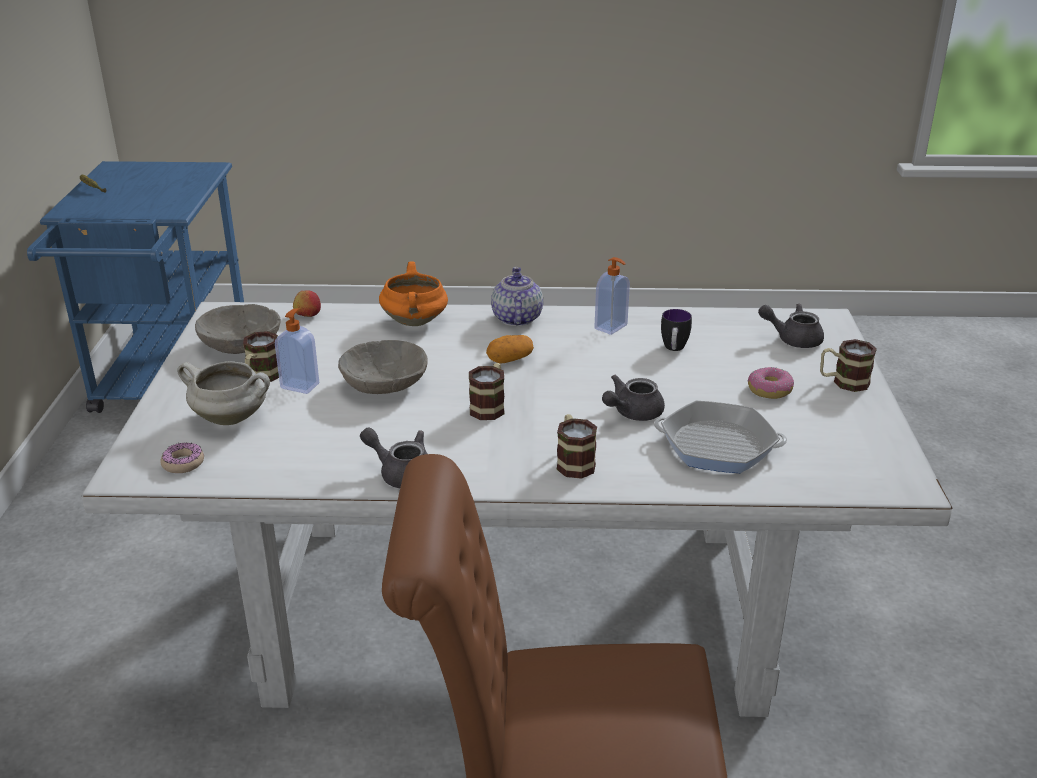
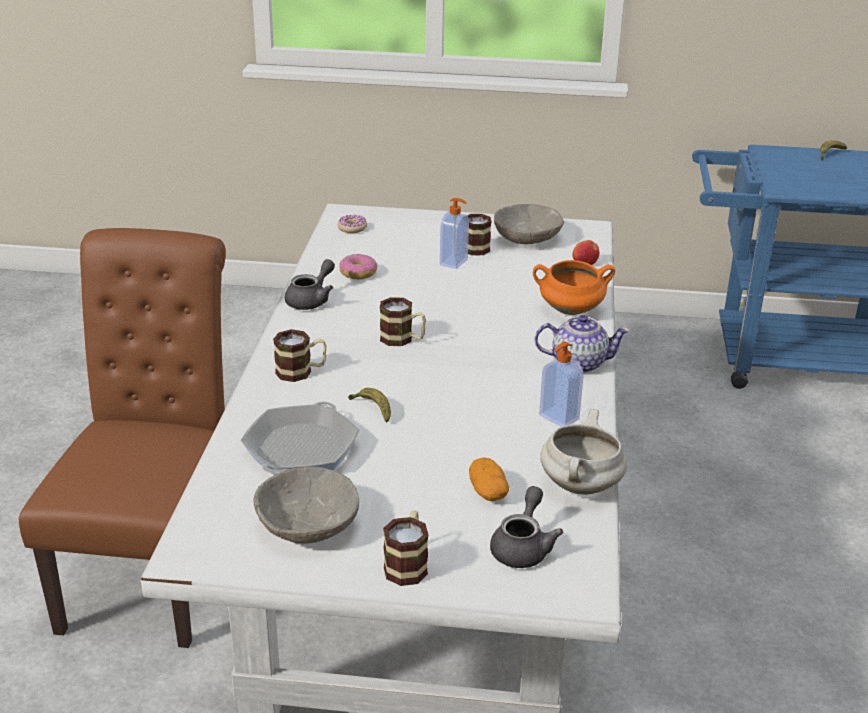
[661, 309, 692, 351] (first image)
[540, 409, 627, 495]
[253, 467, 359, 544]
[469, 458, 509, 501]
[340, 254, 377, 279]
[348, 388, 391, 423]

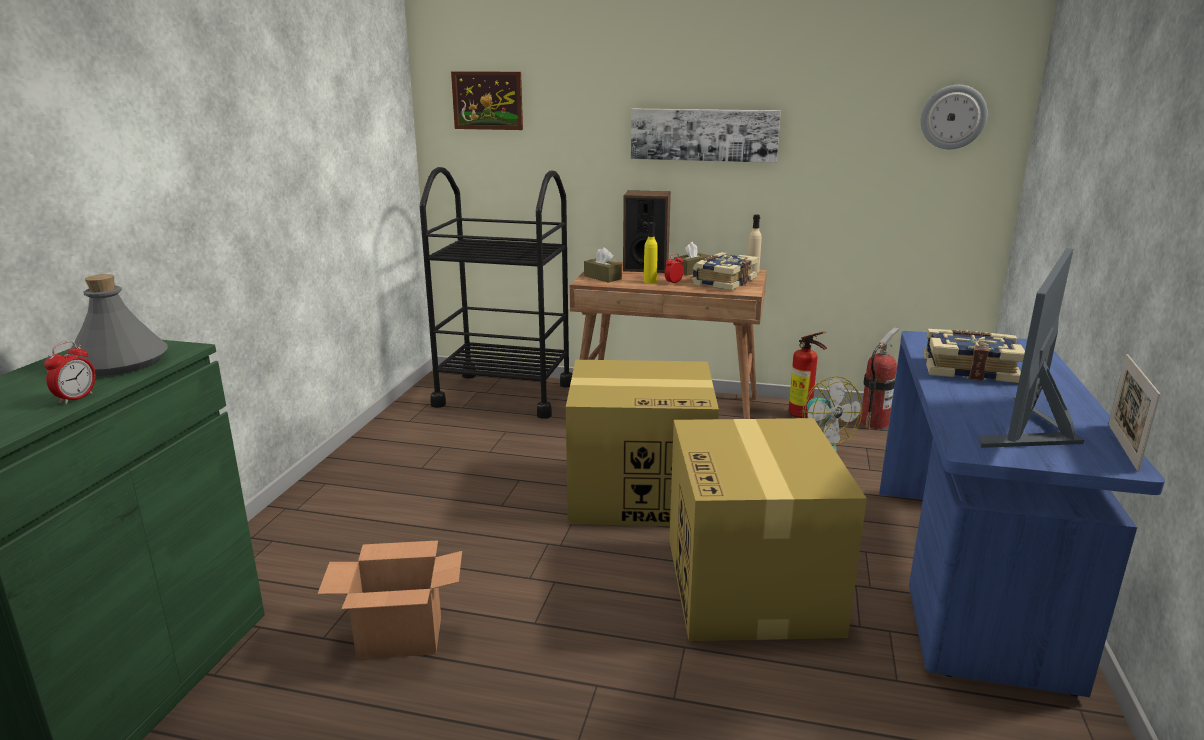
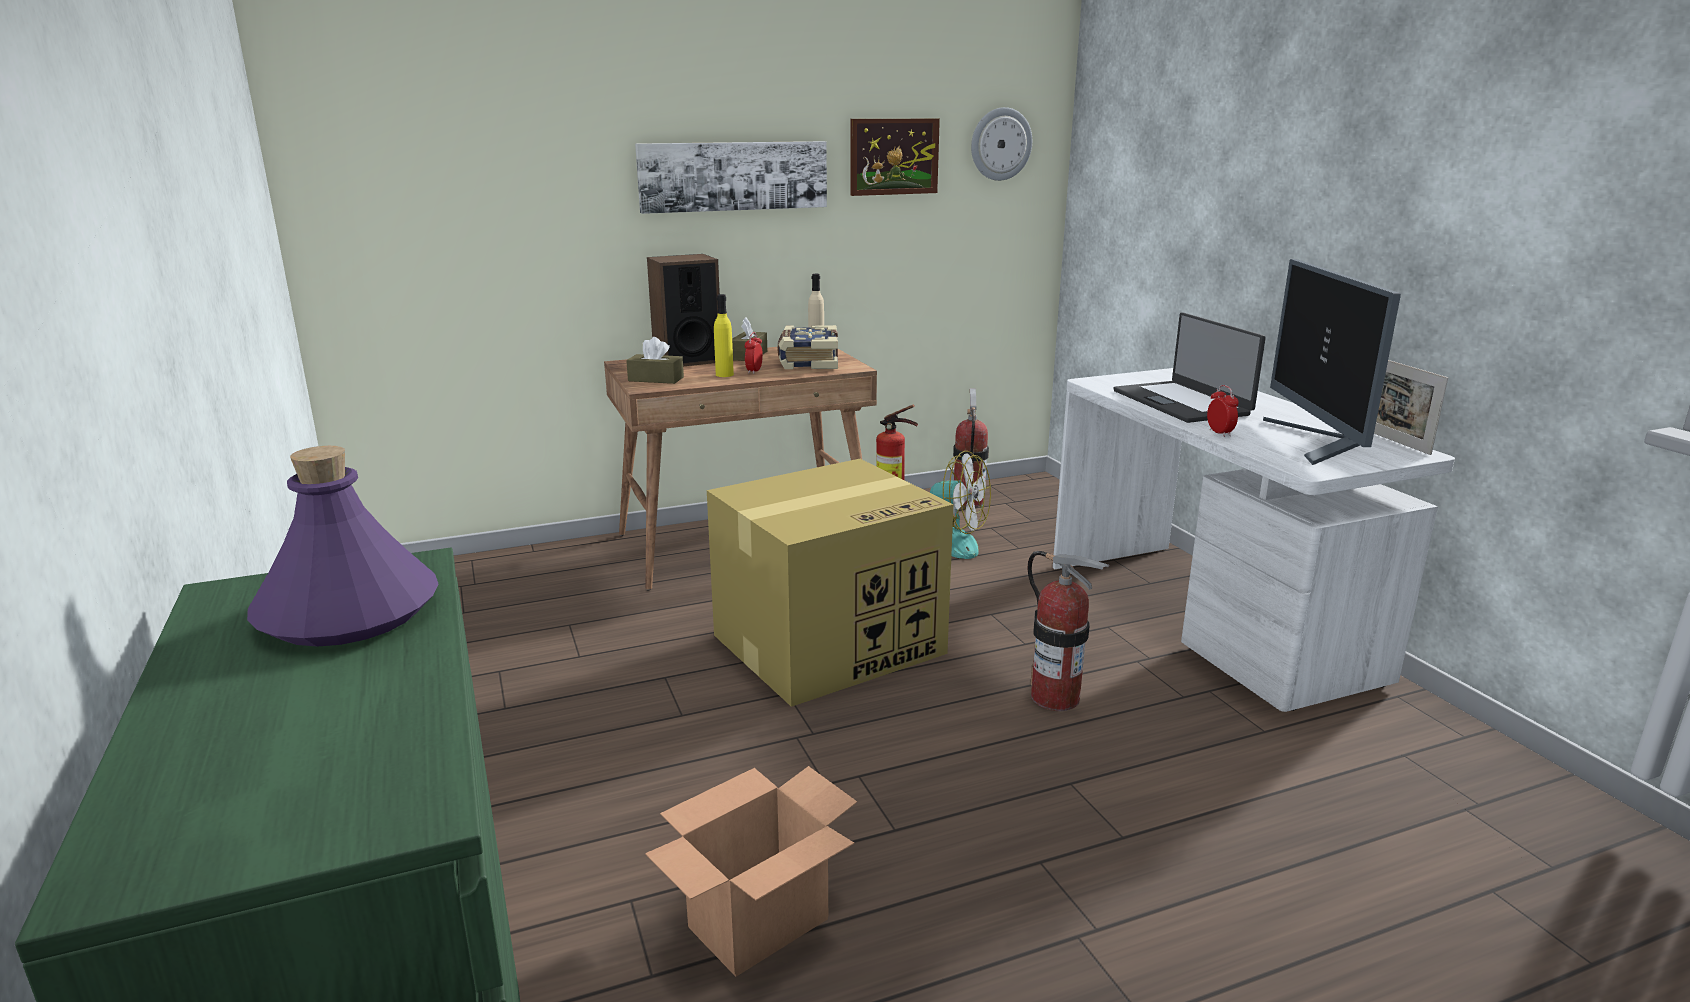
[420, 167, 573, 419] (first image)
[1207, 385, 1239, 437]
[850, 119, 940, 196]
[1027, 551, 1110, 711]
[1114, 312, 1266, 423]
[247, 446, 439, 647]
[1053, 368, 1455, 712]

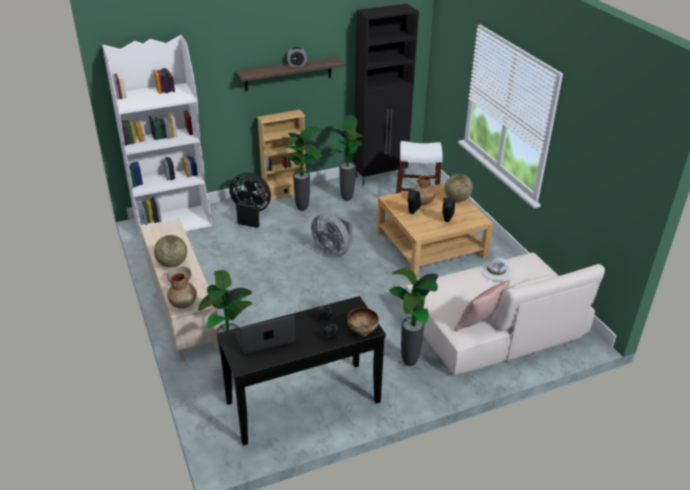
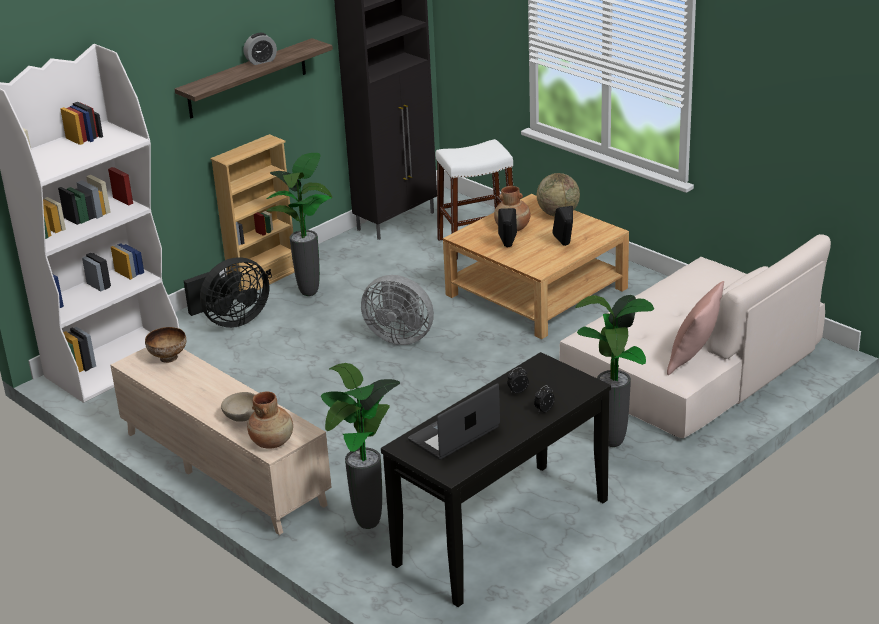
[154, 235, 187, 268] (first image)
[328, 115, 364, 201] (first image)
[480, 257, 513, 281] (first image)
[145, 327, 186, 363]
[184, 257, 269, 328]

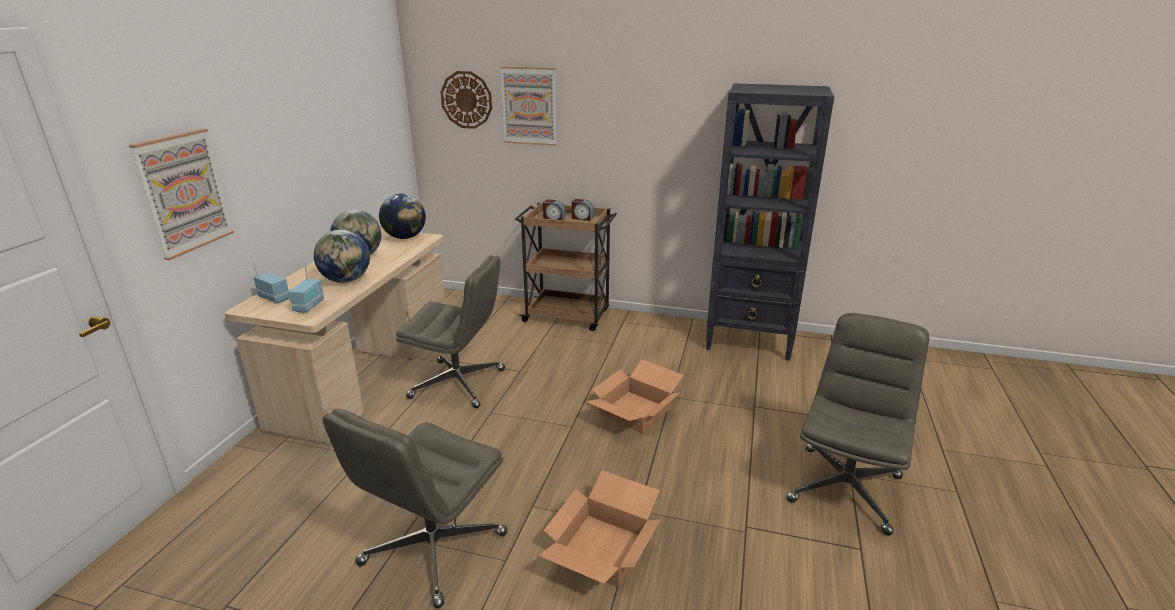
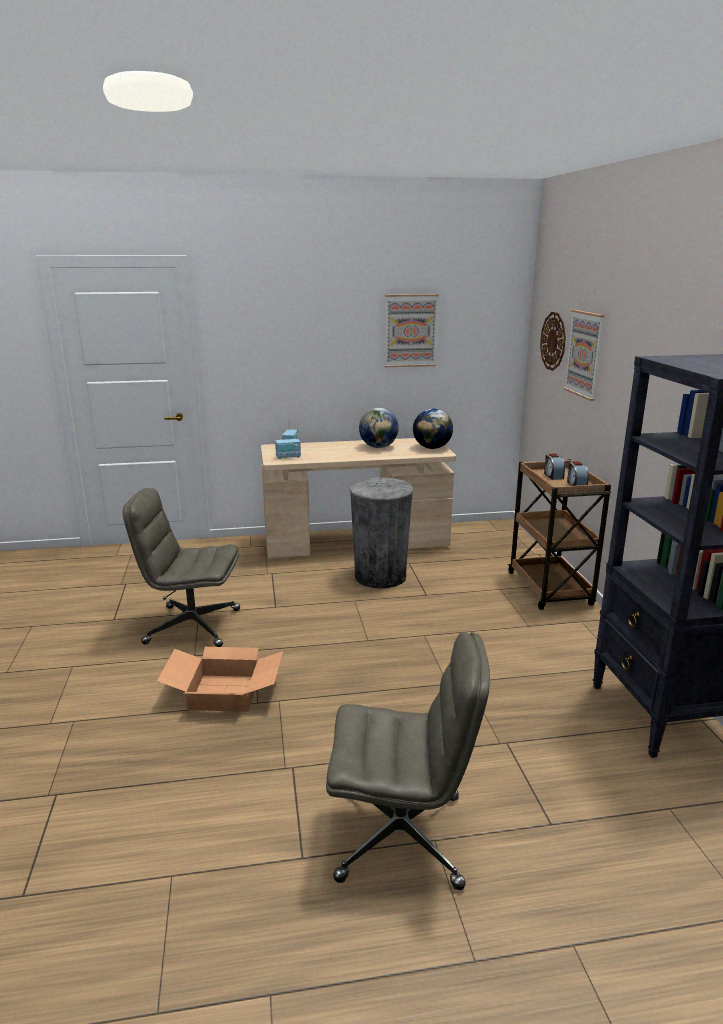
[314, 230, 370, 283] (first image)
[585, 360, 684, 433] (first image)
[385, 294, 439, 367]
[349, 478, 414, 588]

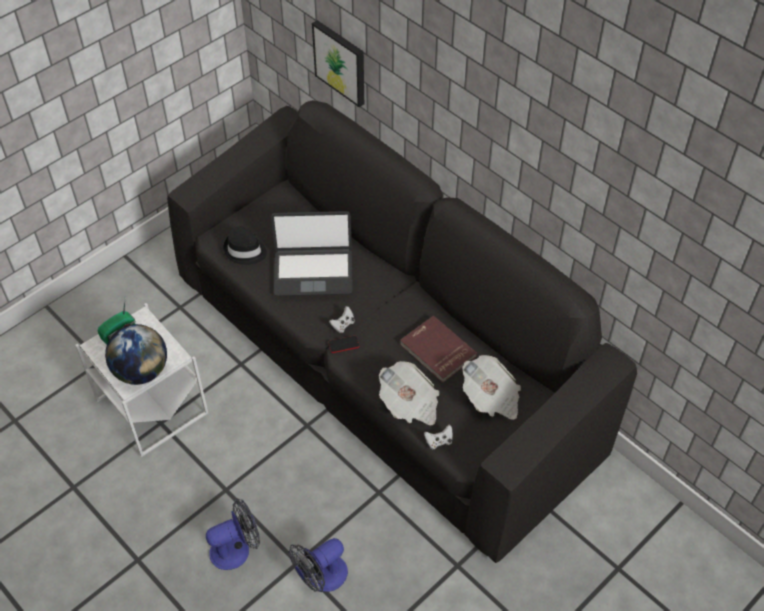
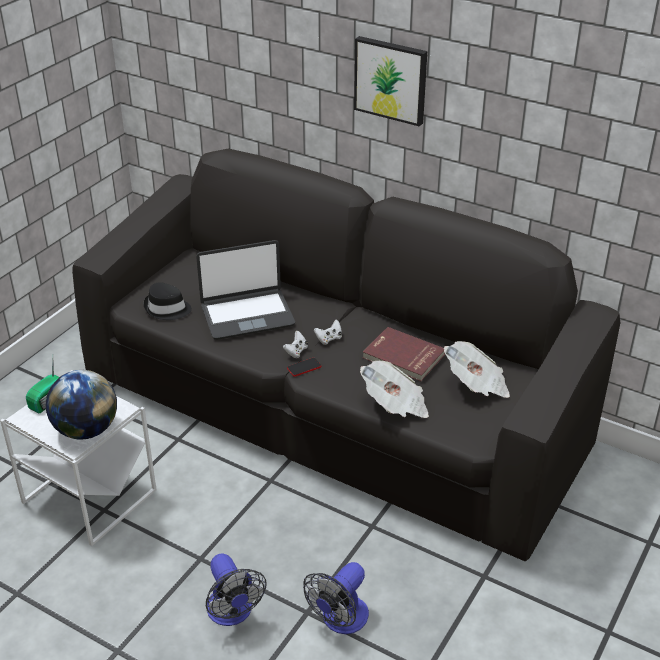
[354, 36, 427, 126]
[314, 320, 342, 345]
[206, 553, 267, 626]

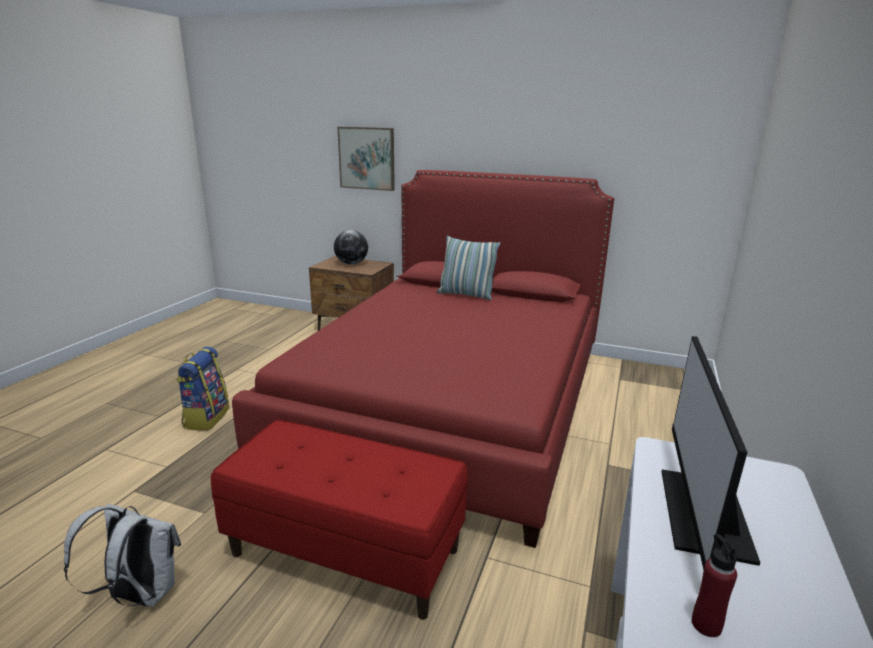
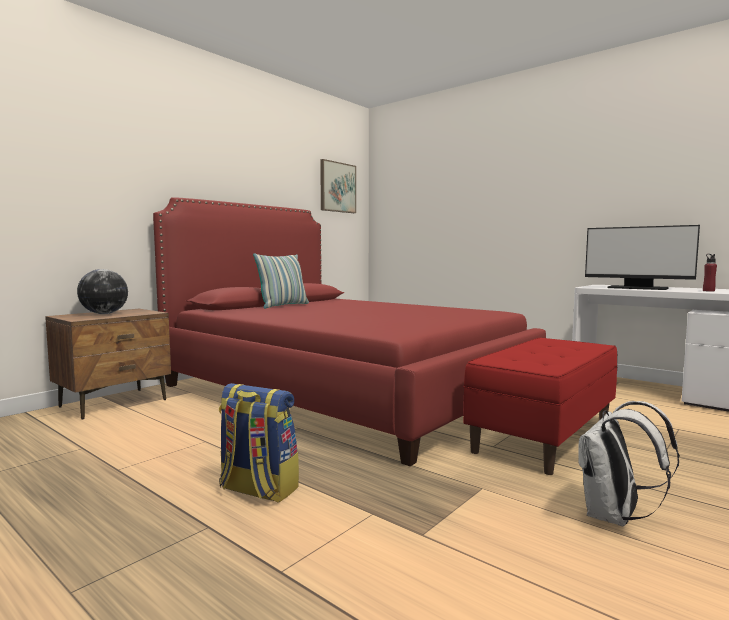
[320, 159, 356, 213]

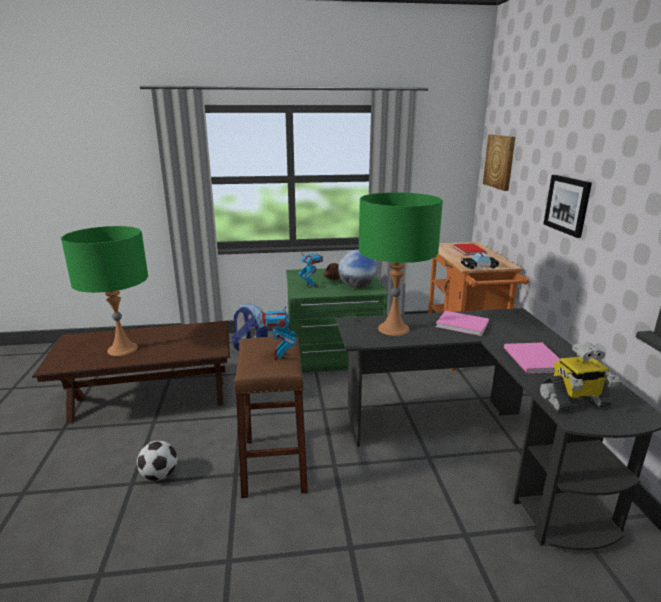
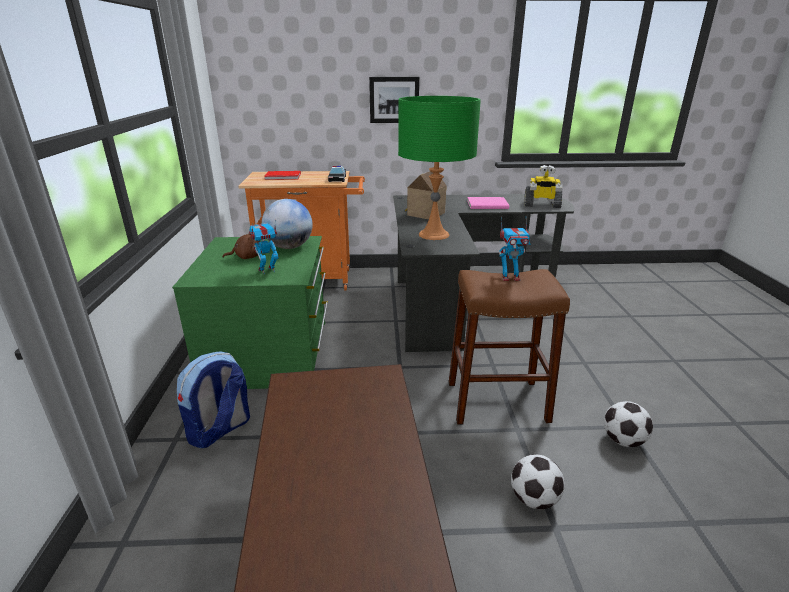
[61, 226, 148, 356] (first image)
[483, 135, 515, 191] (first image)
[604, 401, 653, 447]
[405, 171, 447, 219]
[524, 165, 562, 208]

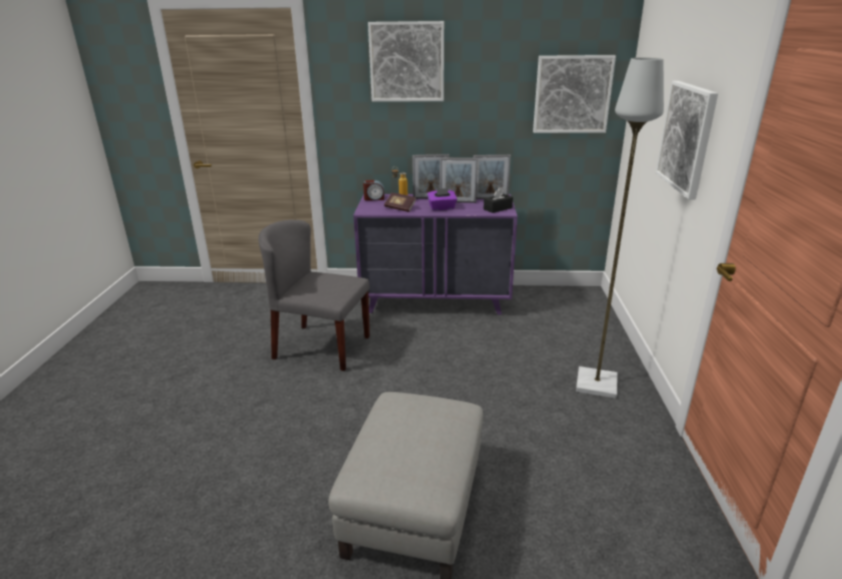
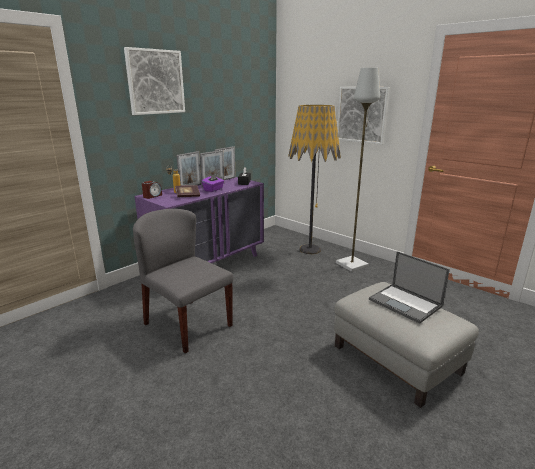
[533, 55, 616, 133] (first image)
[288, 105, 341, 254]
[369, 251, 450, 324]
[133, 209, 233, 354]

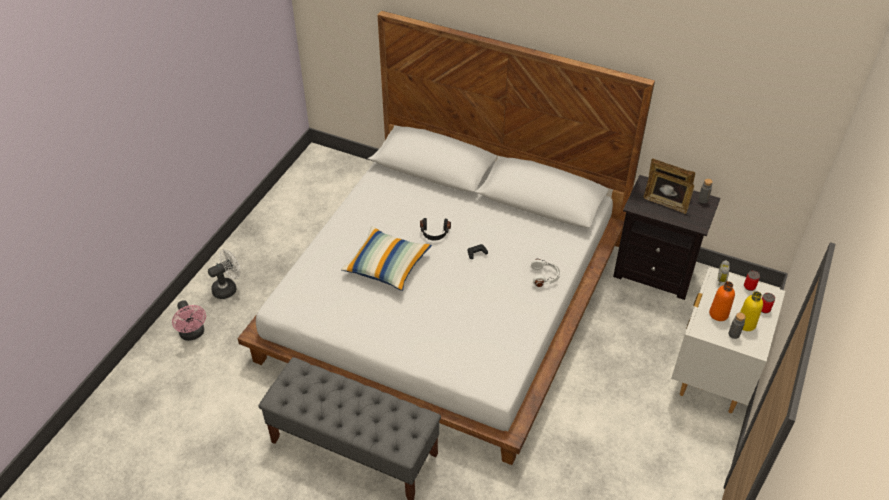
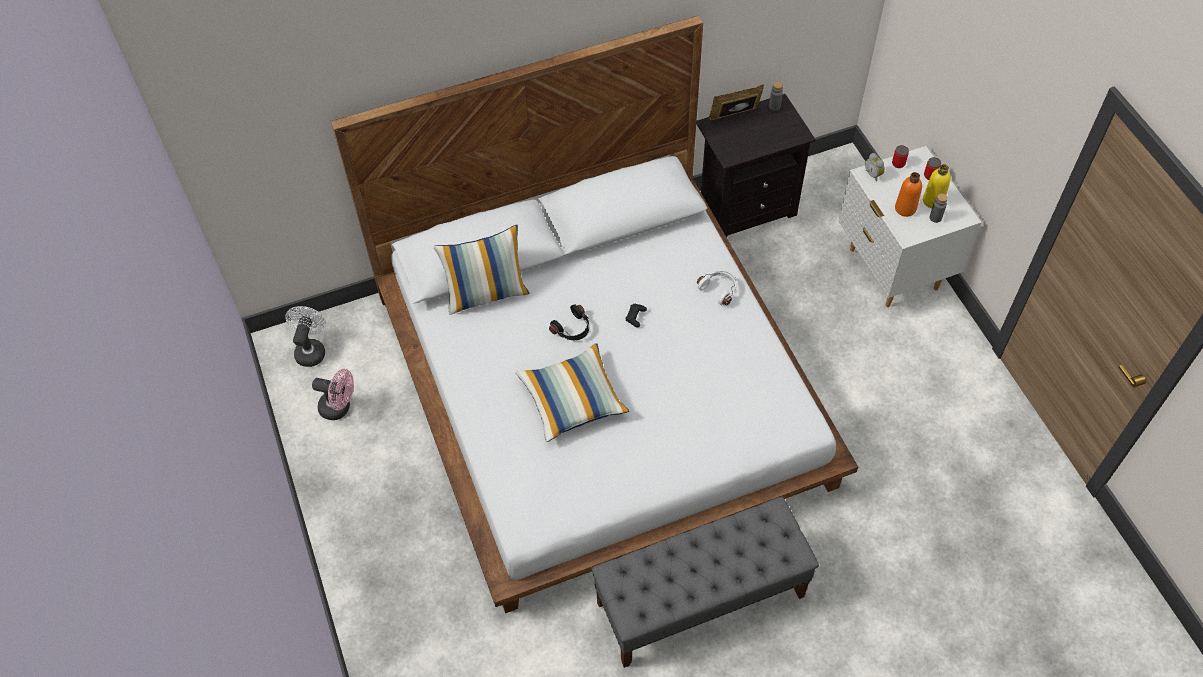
[644, 170, 694, 214] (first image)
[433, 225, 530, 315]
[312, 369, 354, 420]
[285, 306, 326, 367]

